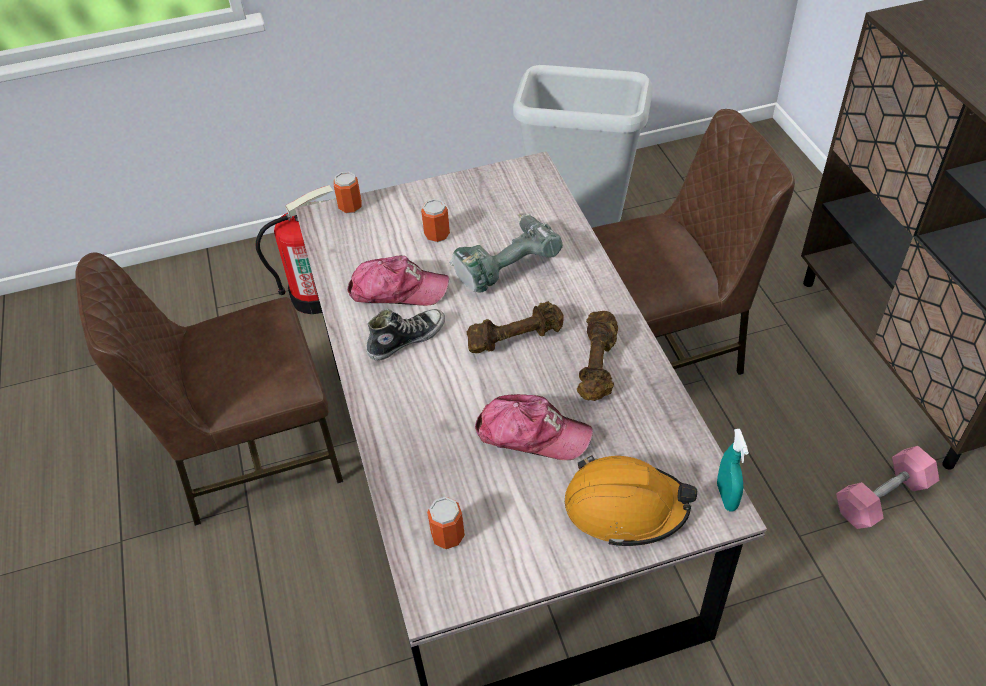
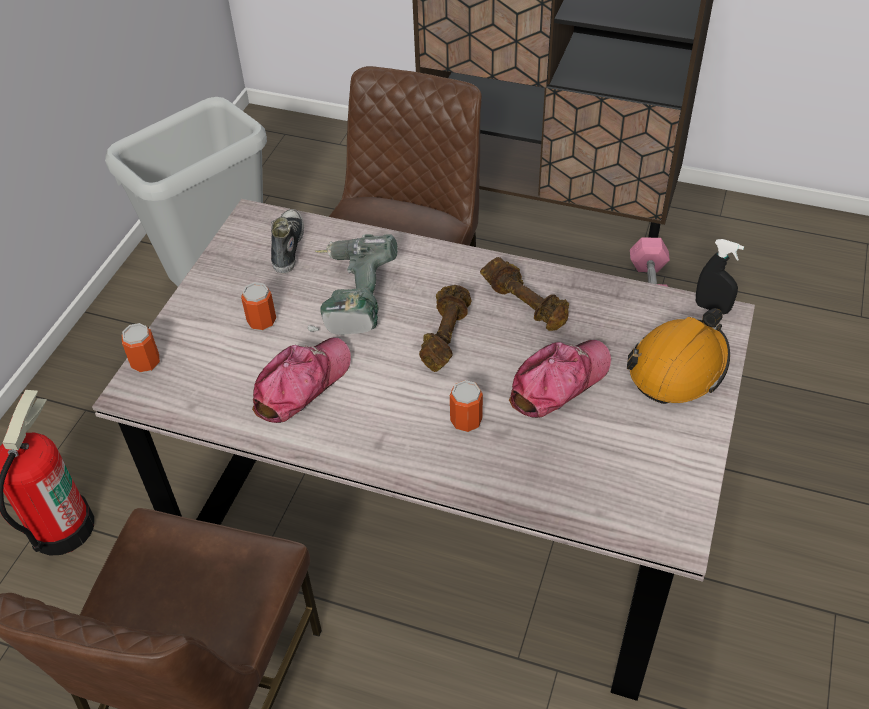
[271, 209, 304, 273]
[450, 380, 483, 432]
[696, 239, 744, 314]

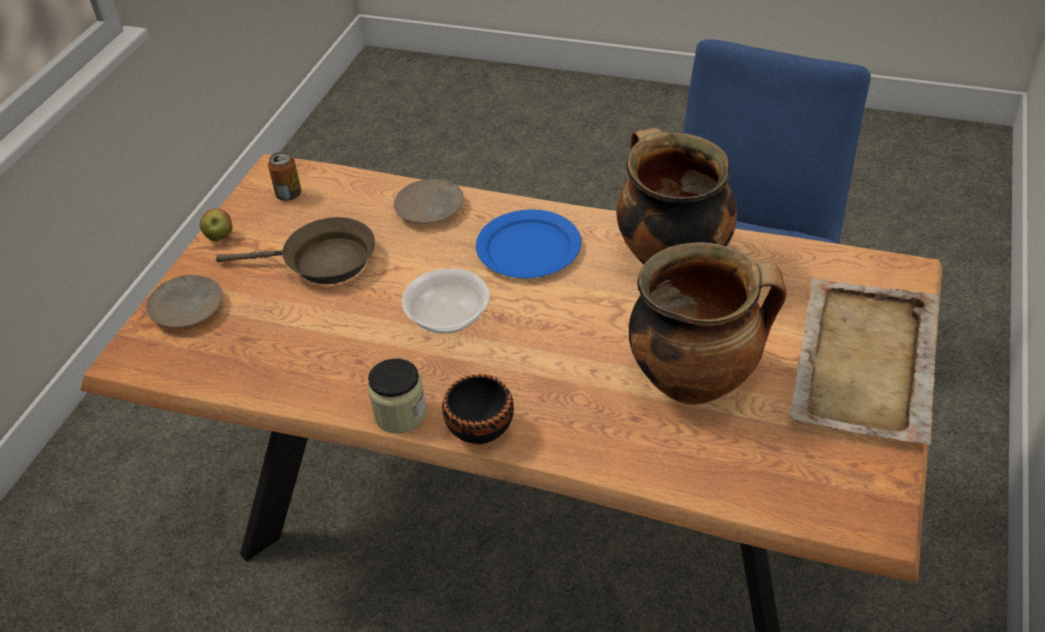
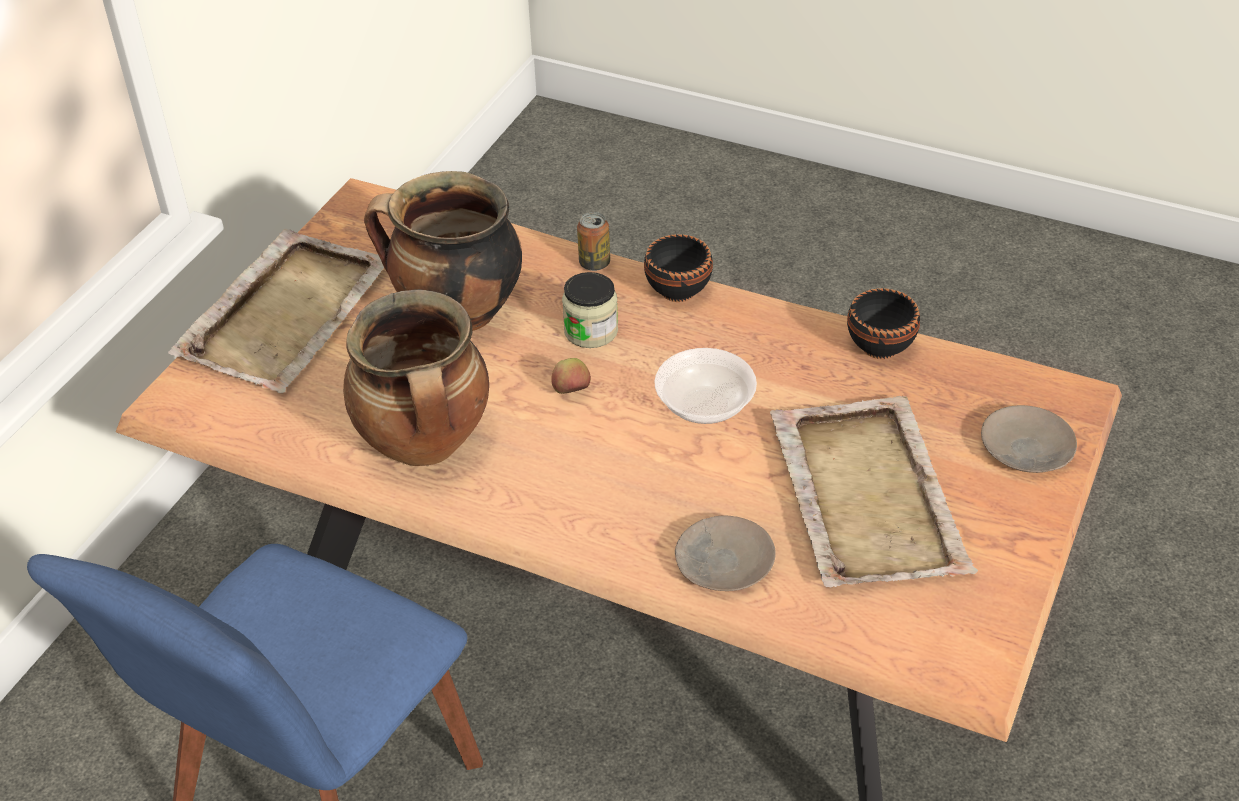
[476, 209, 581, 278] (first image)
[847, 288, 920, 359]
[551, 358, 591, 394]
[577, 212, 610, 271]
[562, 272, 618, 348]
[770, 396, 978, 587]

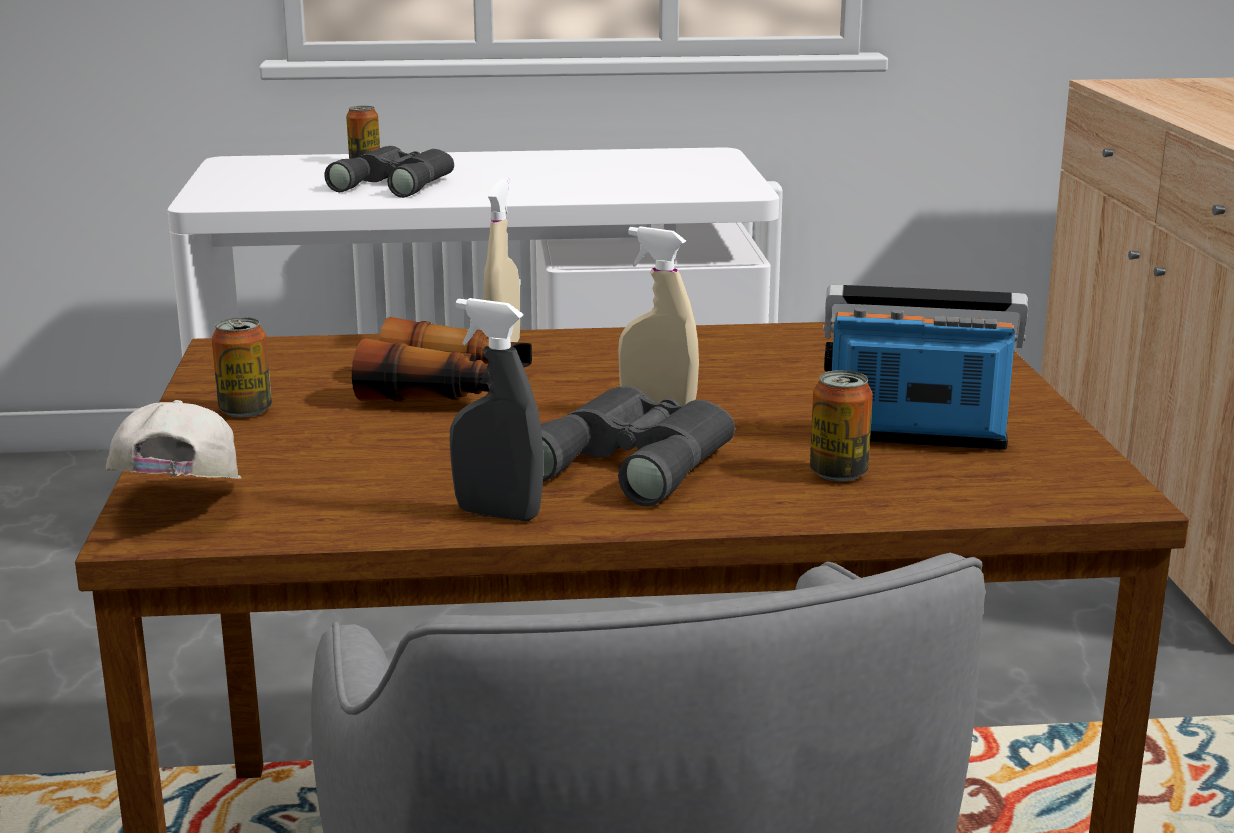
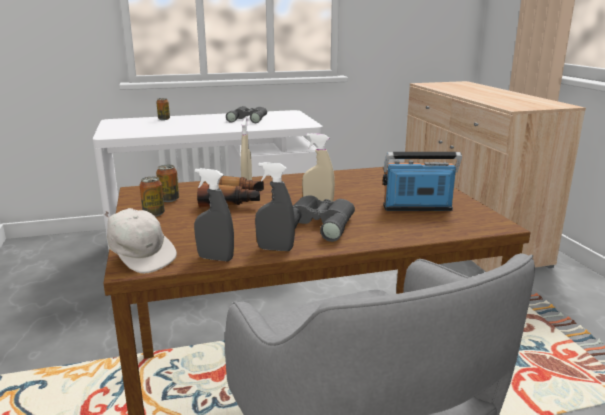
[194, 168, 234, 261]
[226, 106, 267, 123]
[156, 165, 179, 202]
[104, 208, 177, 274]

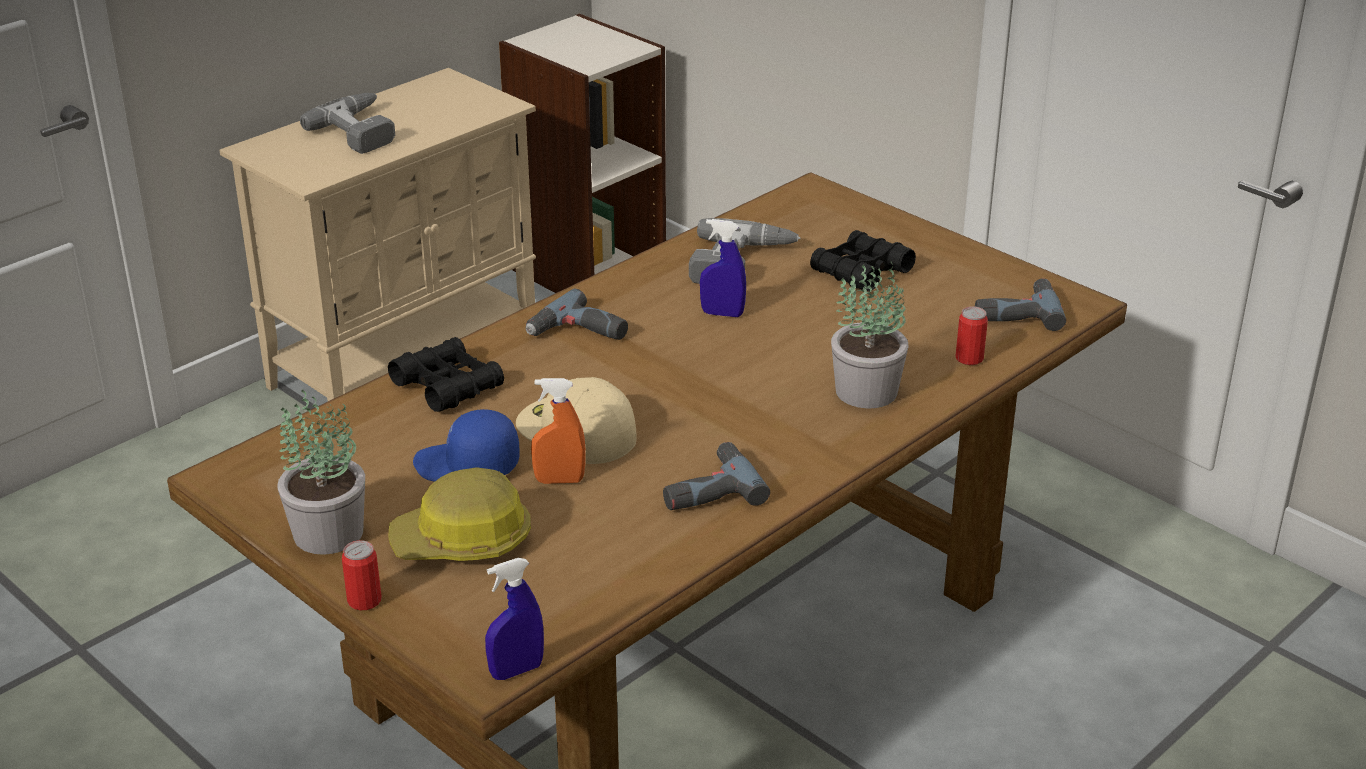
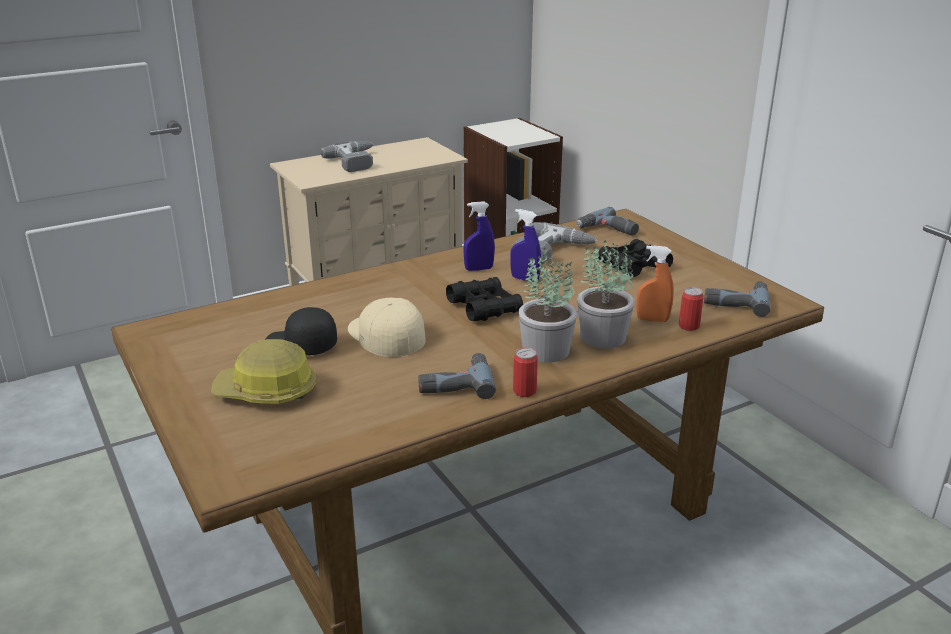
[518, 247, 577, 362]
[513, 347, 538, 397]
[446, 277, 523, 321]
[463, 201, 495, 271]
[576, 207, 639, 236]
[636, 245, 674, 322]
[266, 307, 337, 355]

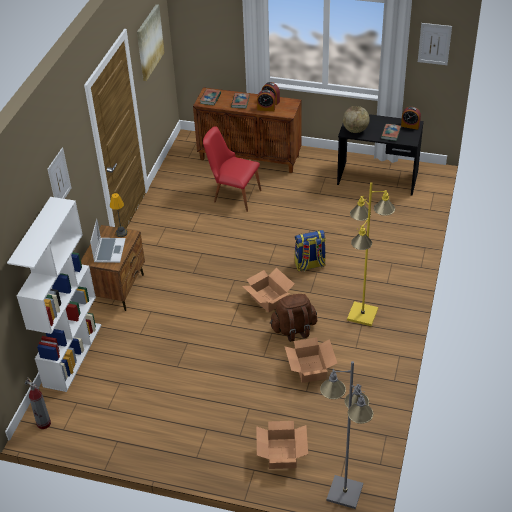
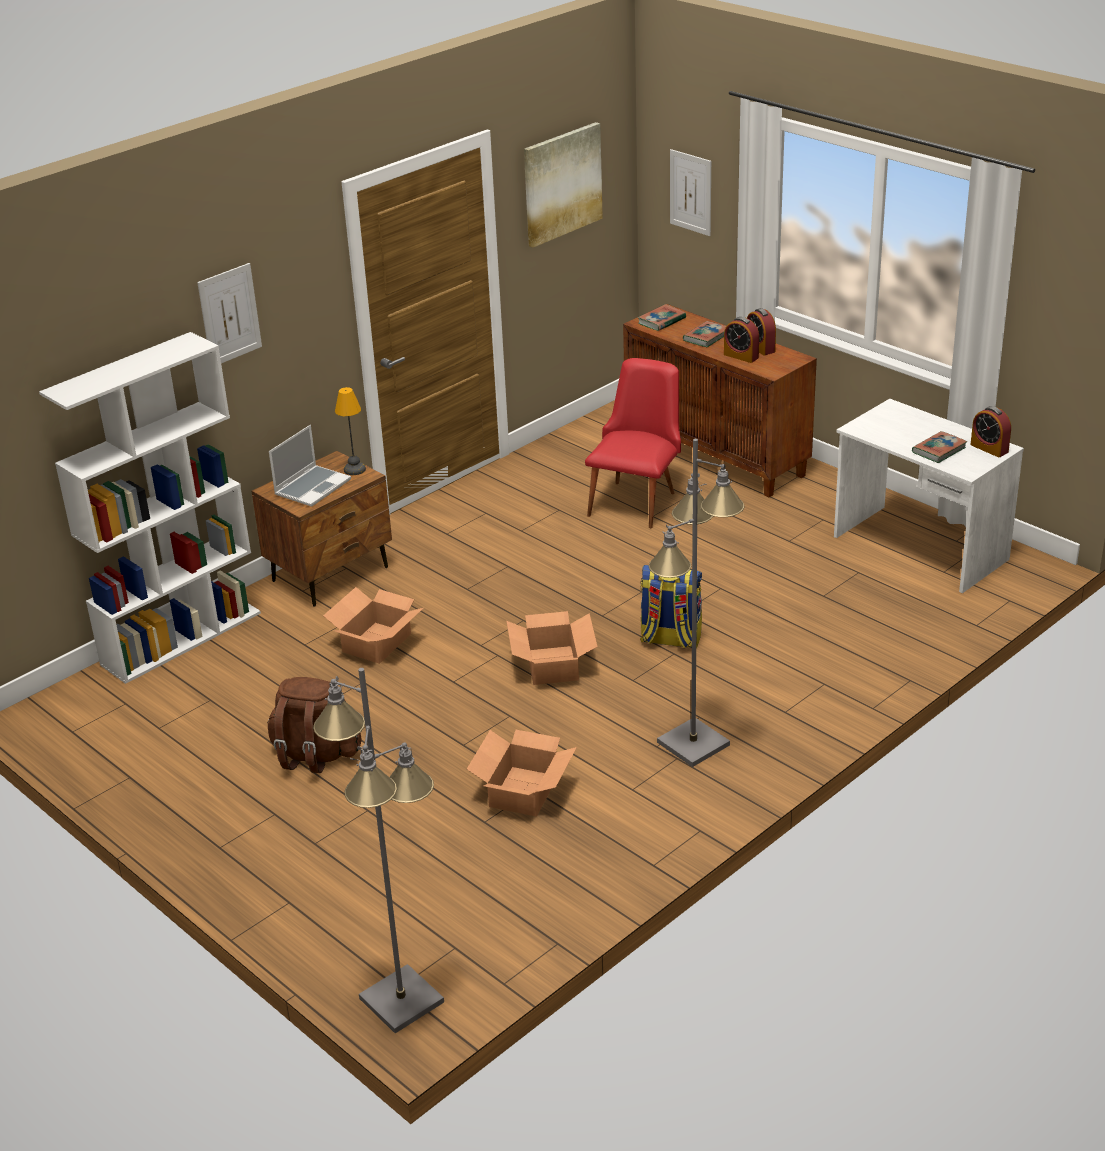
[25, 377, 51, 429] (first image)
[343, 106, 370, 133] (first image)
[323, 587, 423, 664]
[267, 677, 361, 773]
[670, 149, 711, 236]
[834, 399, 1024, 593]
[649, 439, 744, 767]
[585, 358, 681, 528]

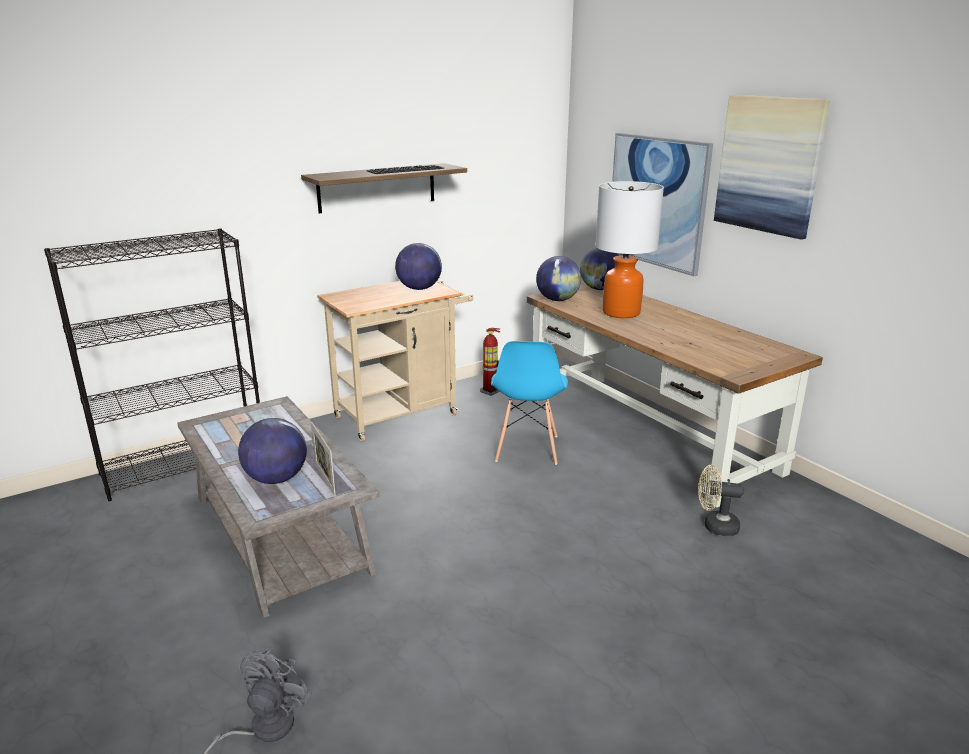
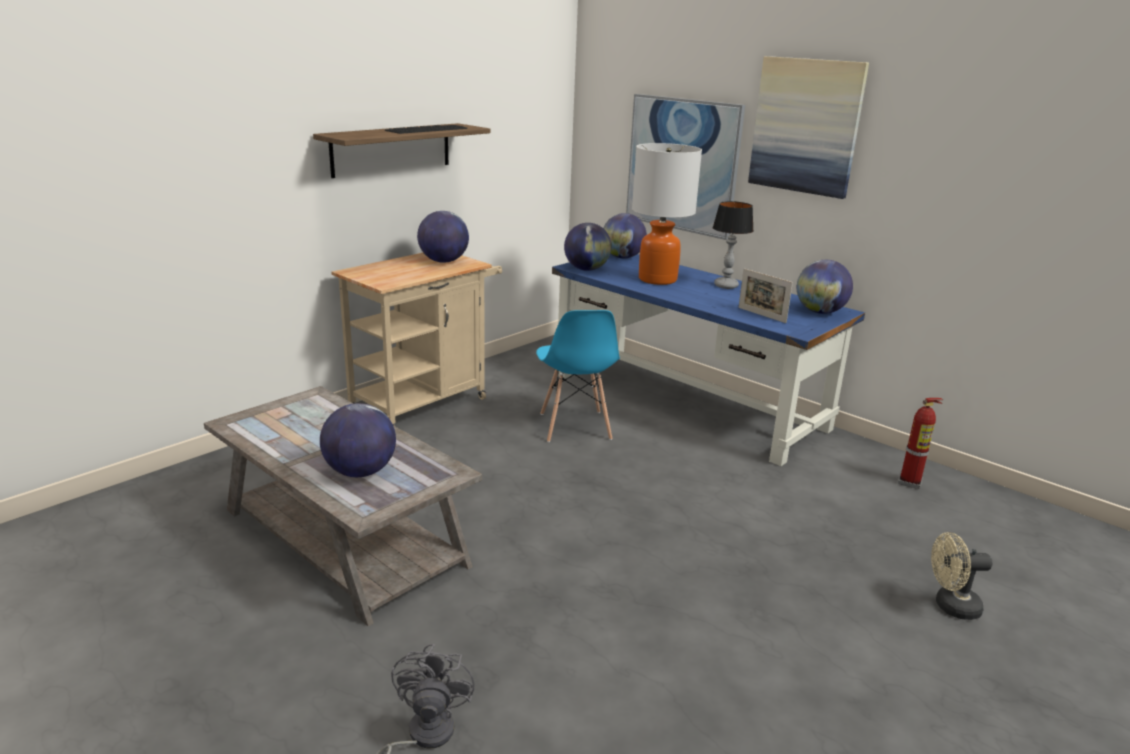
[44, 228, 260, 501] (first image)
[713, 201, 754, 289]
[797, 260, 853, 314]
[738, 268, 793, 323]
[898, 398, 943, 489]
[931, 532, 993, 620]
[552, 254, 865, 466]

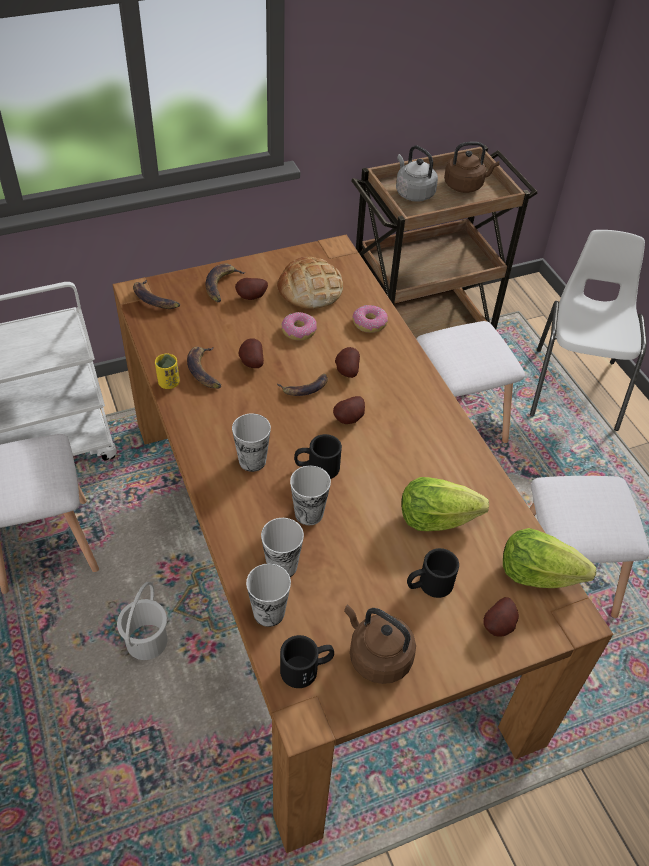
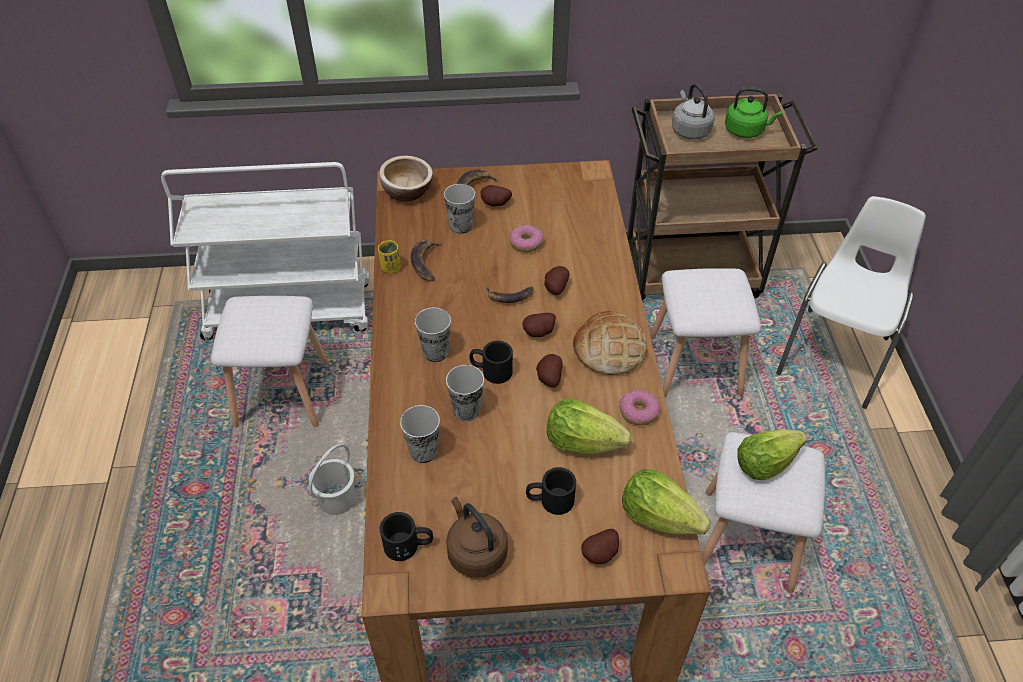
[738, 429, 807, 480]
[536, 354, 563, 388]
[444, 184, 475, 234]
[573, 311, 647, 375]
[619, 390, 660, 425]
[379, 156, 433, 201]
[725, 87, 782, 138]

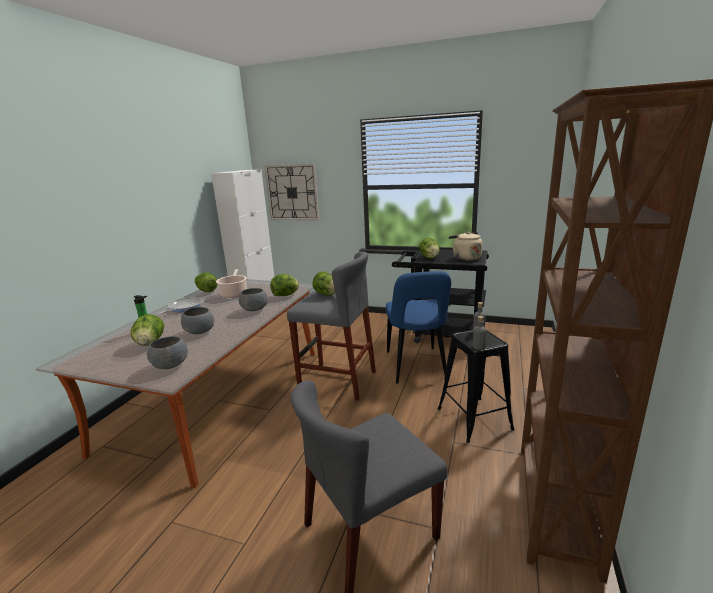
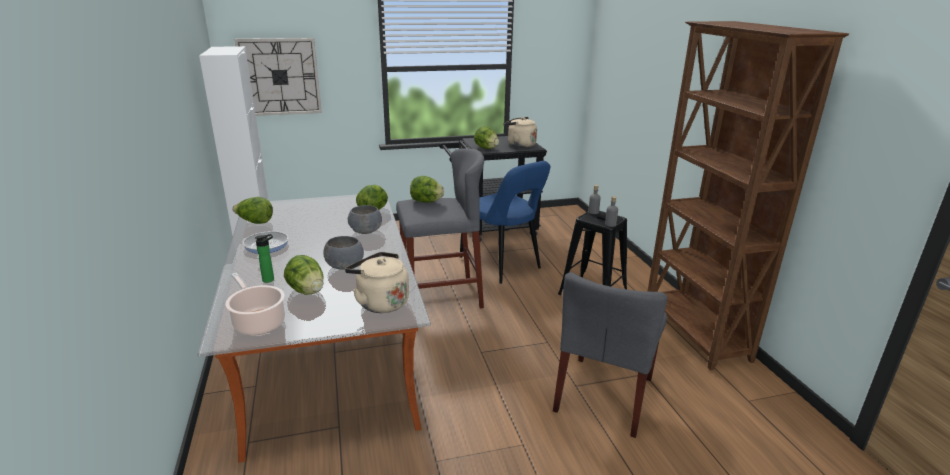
[226, 273, 285, 335]
[345, 252, 409, 313]

